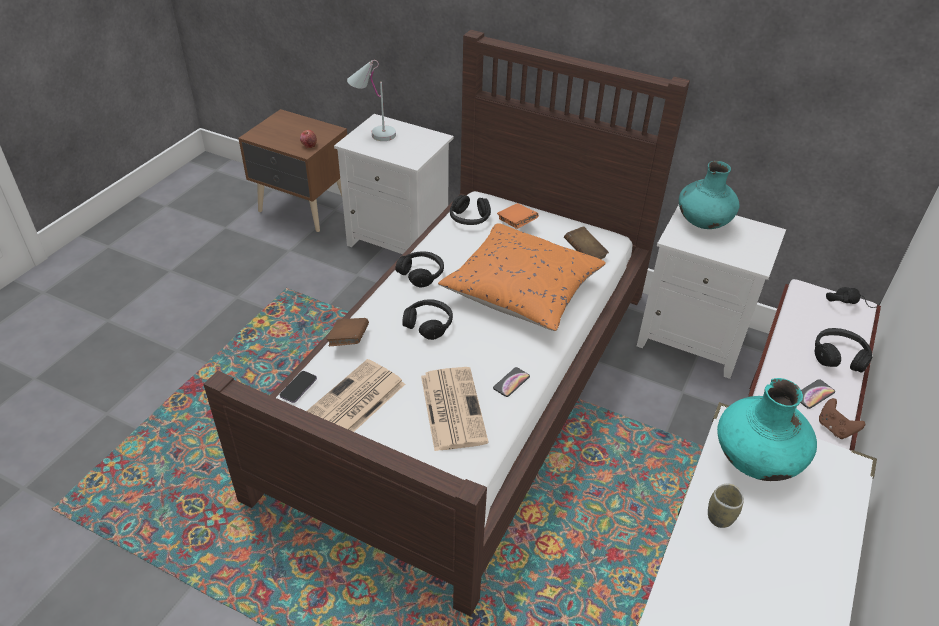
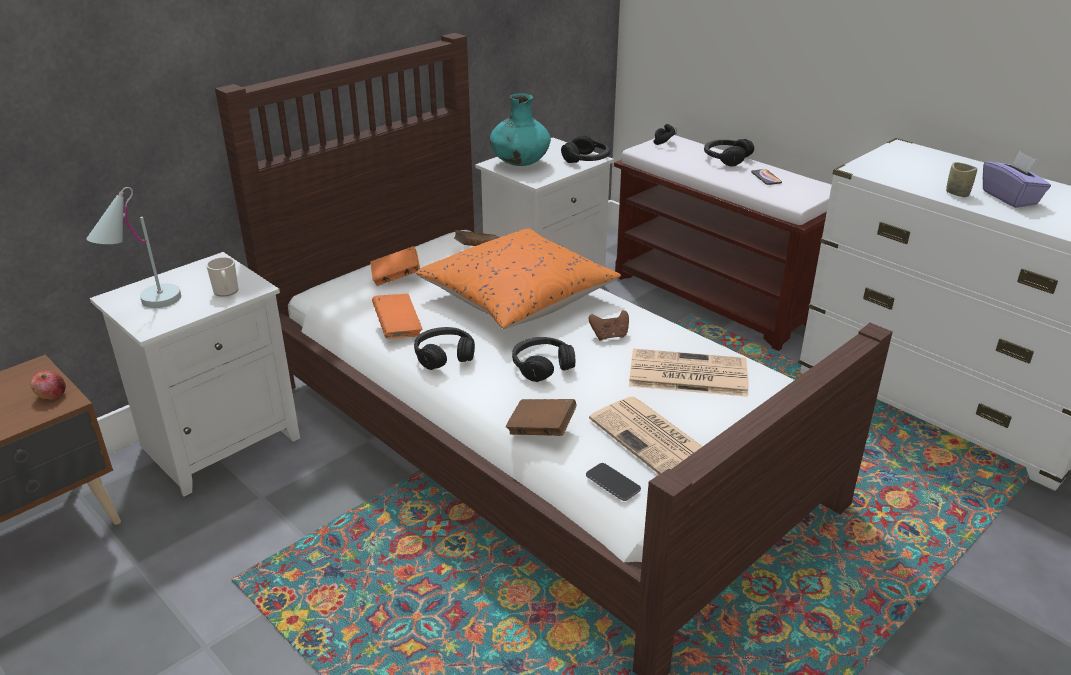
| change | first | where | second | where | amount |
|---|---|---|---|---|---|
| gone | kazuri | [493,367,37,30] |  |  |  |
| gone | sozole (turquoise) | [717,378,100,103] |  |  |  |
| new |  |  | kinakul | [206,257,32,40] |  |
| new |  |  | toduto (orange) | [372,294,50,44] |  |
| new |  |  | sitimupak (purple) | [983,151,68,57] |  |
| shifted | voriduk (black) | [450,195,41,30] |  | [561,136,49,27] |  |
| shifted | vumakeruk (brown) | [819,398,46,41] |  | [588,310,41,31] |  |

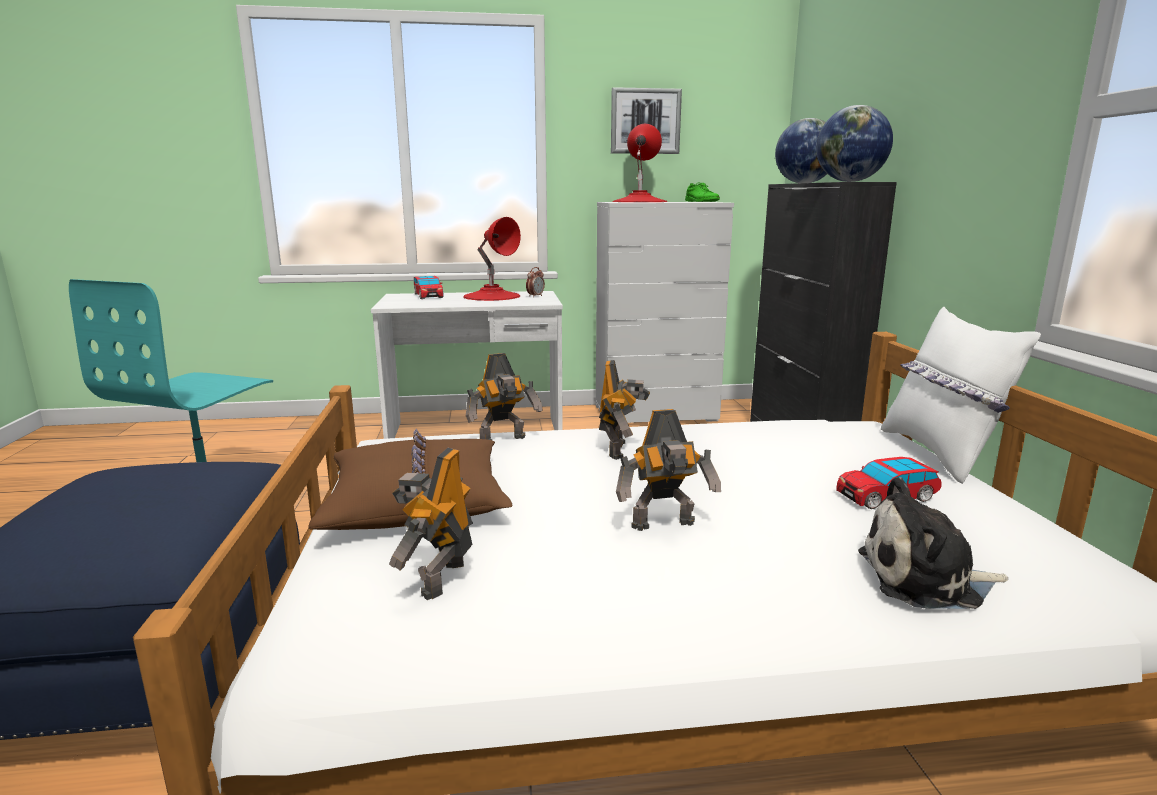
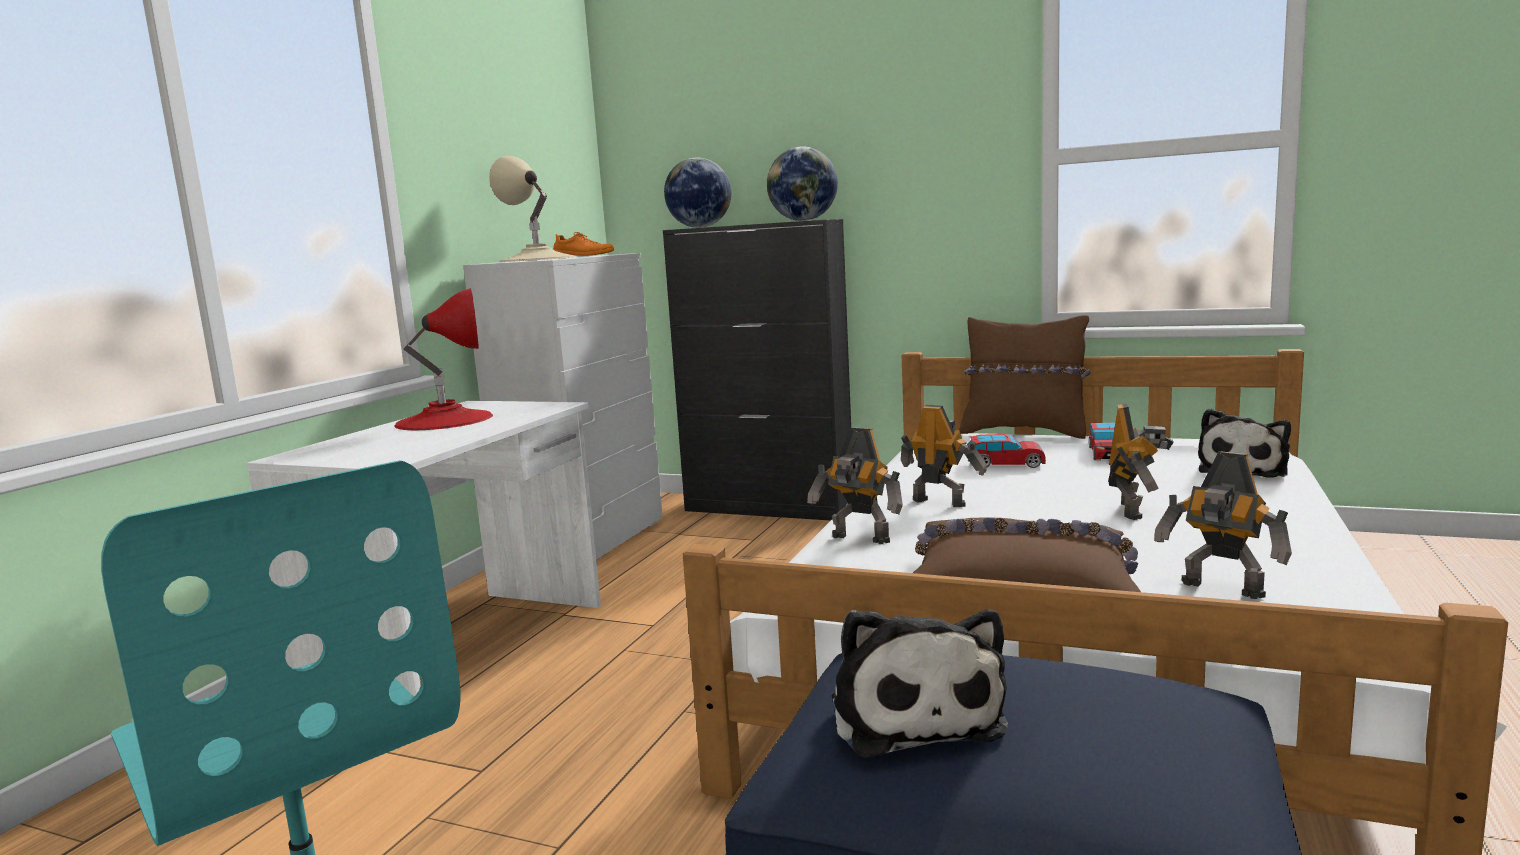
| change | first | where | second | where | amount |
|---|---|---|---|---|---|
| gone | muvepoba | [526,267,19,30] |  |  |  |
| gone | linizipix | [611,87,71,67] |  |  |  |
| new |  |  | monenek | [831,609,177,149] |  |
| shifted | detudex | [414,276,29,23] |  | [967,434,79,34] |  |
| repainted | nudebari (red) | [613,124,54,78] | nudebari (beige) | [489,156,87,106] |  |
| repainted | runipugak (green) | [685,183,35,19] | runipugak (orange) | [553,232,61,24] |  |
| repainted | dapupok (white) | [881,307,160,177] | dapupok (brown) | [959,315,131,124] |  |
| rotated | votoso | [466,353,77,87] |  | [807,427,96,117] | 120 degrees clockwise |

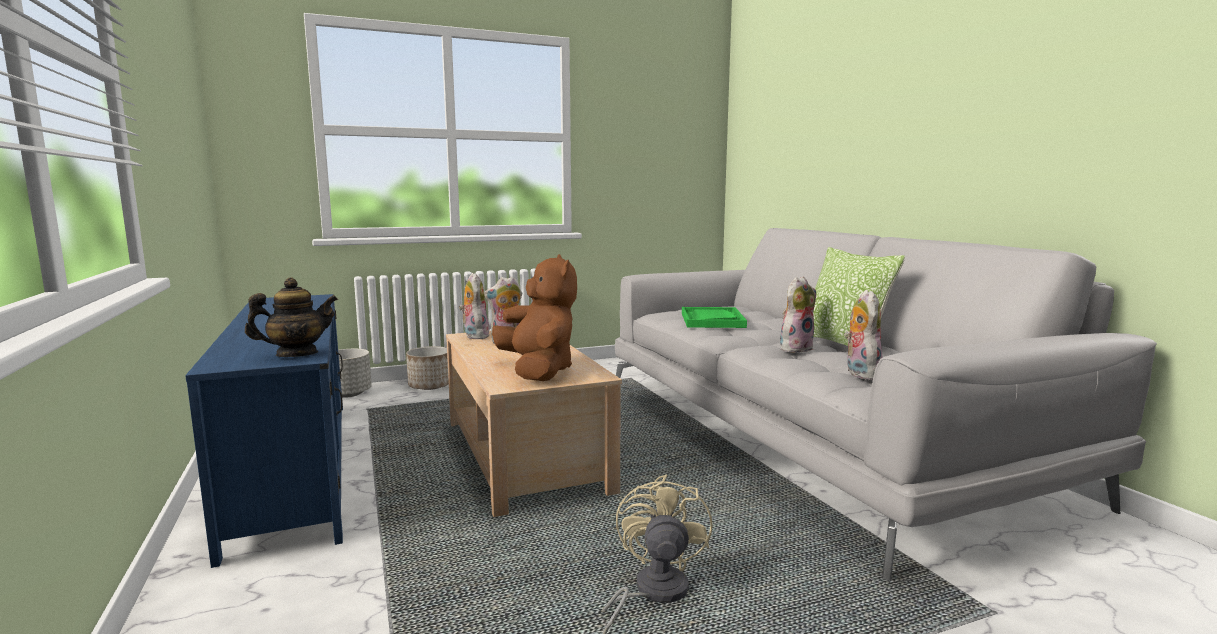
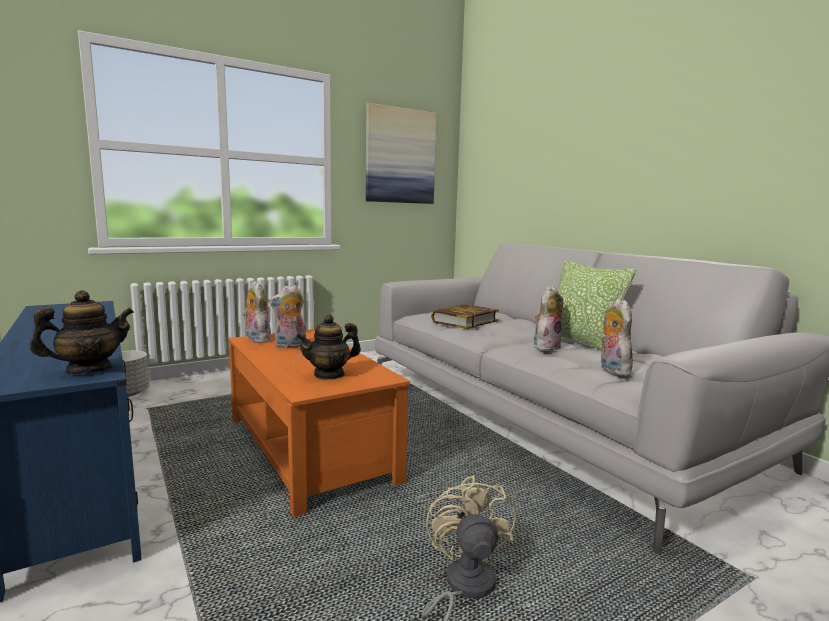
| change | first | where | second | where | amount |
|---|---|---|---|---|---|
| gone | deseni | [406,346,43,44] |  |  |  |
| new |  |  | linizipix | [366,103,71,101] |  |
| swapped | monenek (brown) | [492,254,85,127] | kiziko | [296,315,65,65] |  |
| swapped | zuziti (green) | [682,307,65,21] | toduto | [431,304,68,25] |  |
| repainted | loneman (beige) | [446,331,176,186] | loneman (orange) | [228,329,182,188] |  |

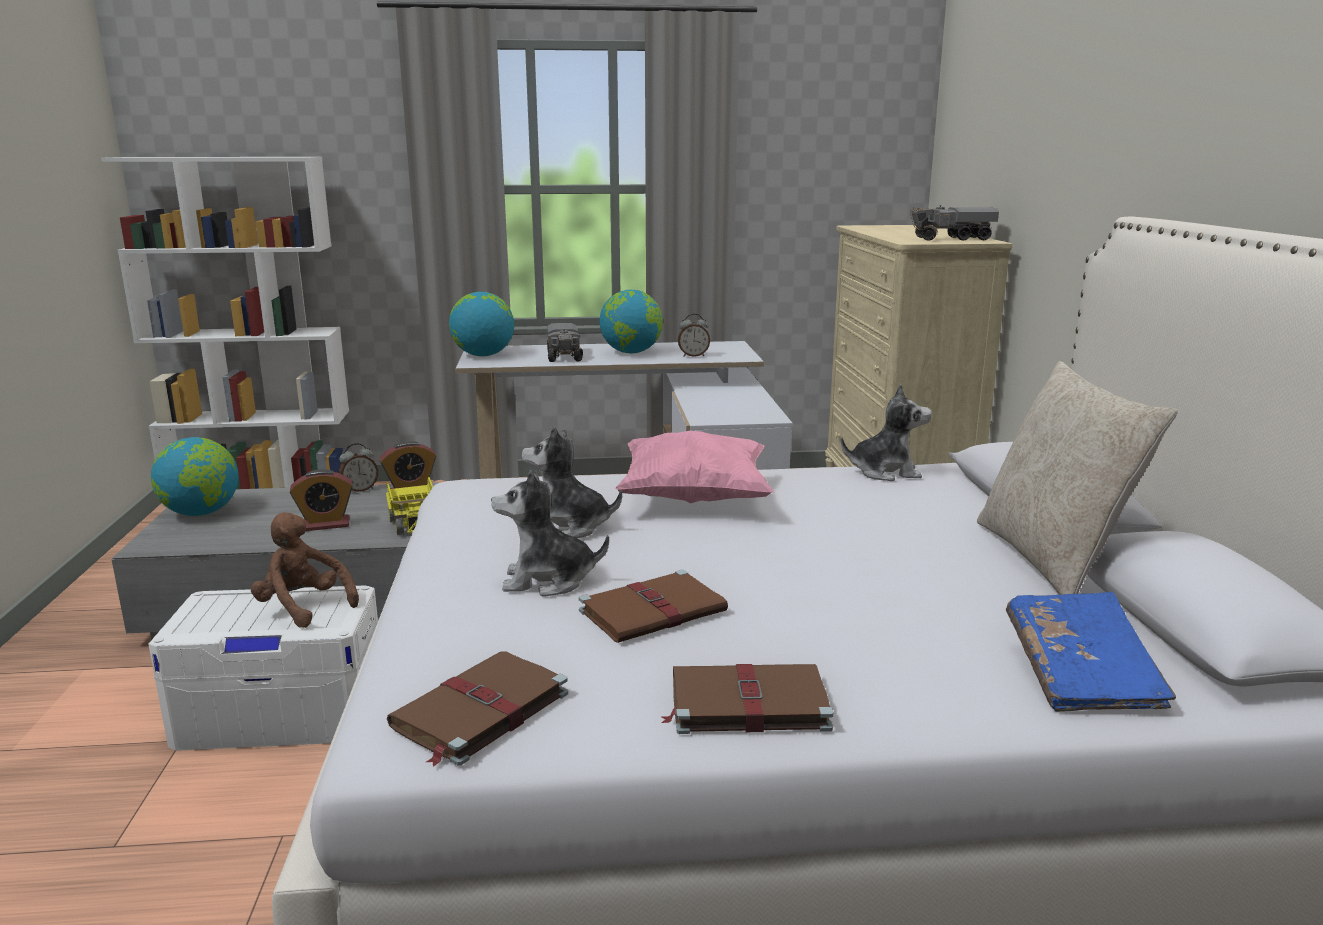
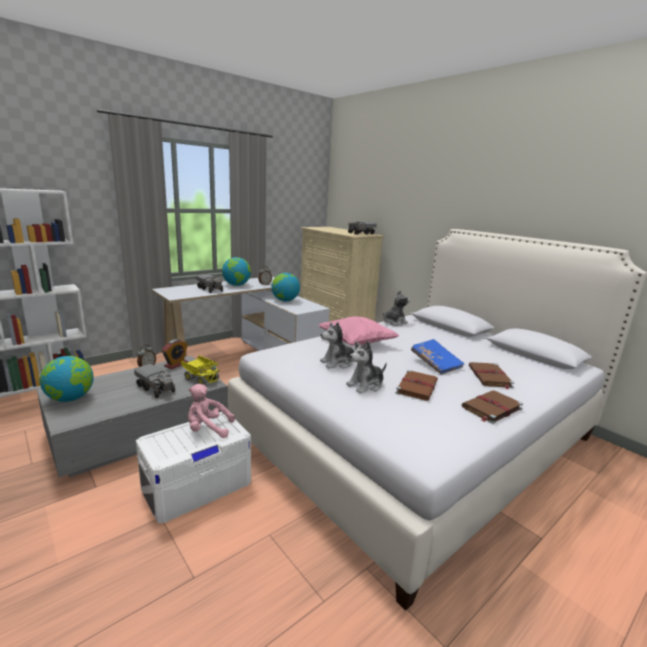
| change | first | where | second | where | amount |
|---|---|---|---|---|---|
| gone | dapupok (beige) | [977,361,201,234] |  |  |  |
| shifted | toduto (brown) | [387,651,181,115] |  | [469,362,45,28] |  |
| shifted | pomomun | [449,292,65,64] |  | [271,273,29,28] |  |
| shifted | toduto (blue) | [1006,592,170,120] |  | [411,339,54,36] |  |
| swapped | muvepoba | [290,469,63,62] | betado | [134,364,41,34] |  |
| repainted | monenek (brown) | [251,512,108,116] | monenek (pink) | [188,384,47,54] |  |

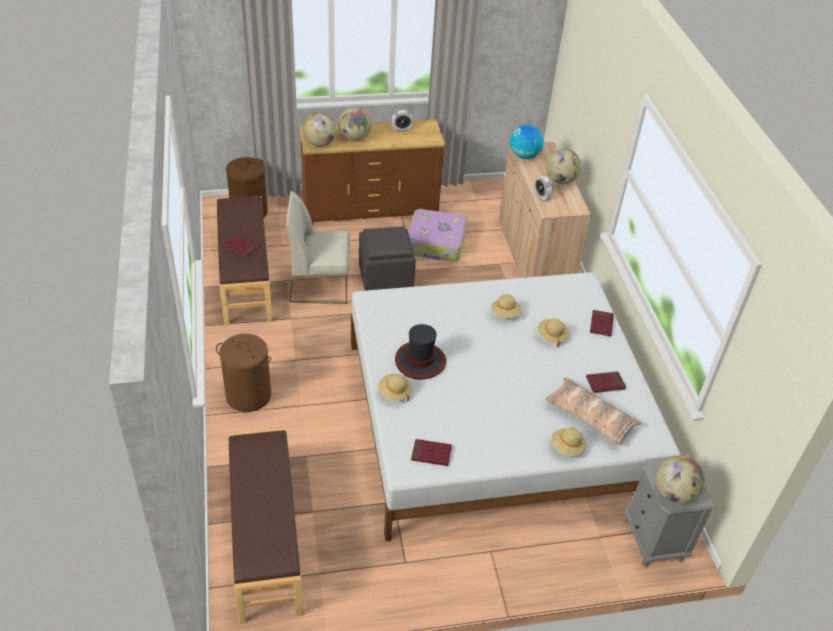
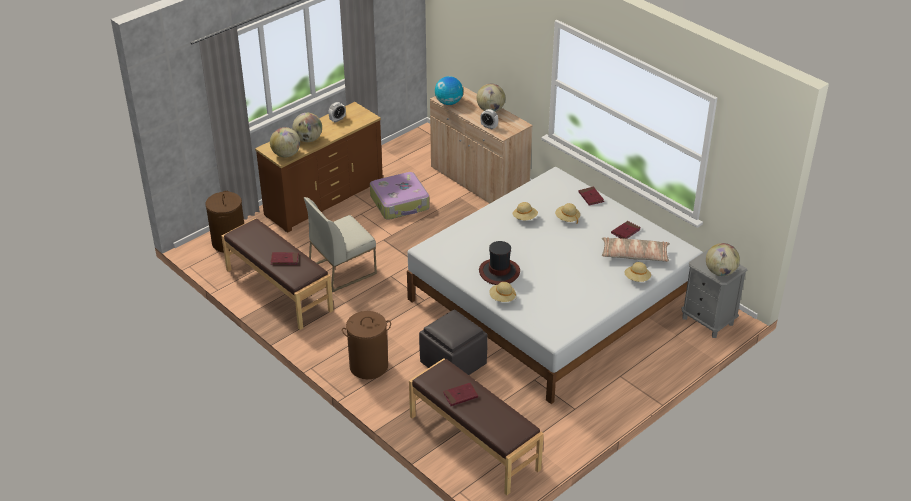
| change | first | where | second | where | amount |
|---|---|---|---|---|---|
| shifted | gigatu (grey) | [359,226,57,65] |  | [419,309,69,66] |  |
| shifted | toduto (red) | [411,439,41,27] |  | [443,382,35,24] |  |

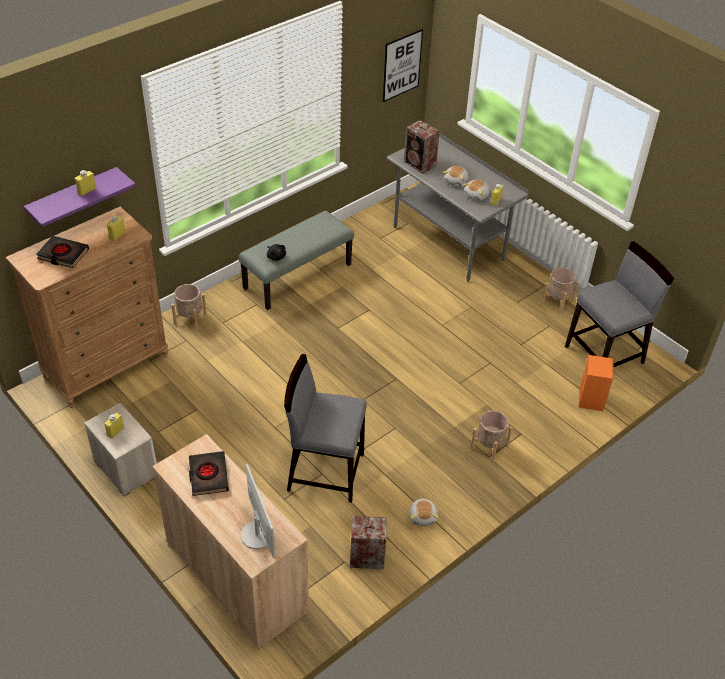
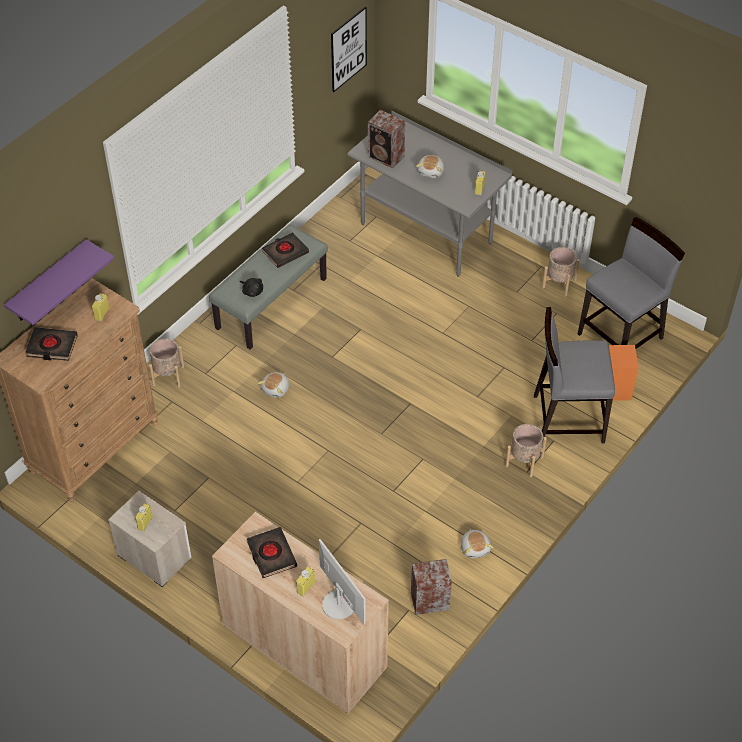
| change | first | where | second | where | amount |
|---|---|---|---|---|---|
| new |  |  | toduto (black) | [262,232,47,36] |  |
| shifted | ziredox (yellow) | [75,170,21,26] |  | [296,567,19,30] |  |
| shifted | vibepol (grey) | [284,354,83,149] |  | [534,307,81,136] |  |
| shifted | monenek | [462,180,28,21] |  | [257,372,32,26] |  |

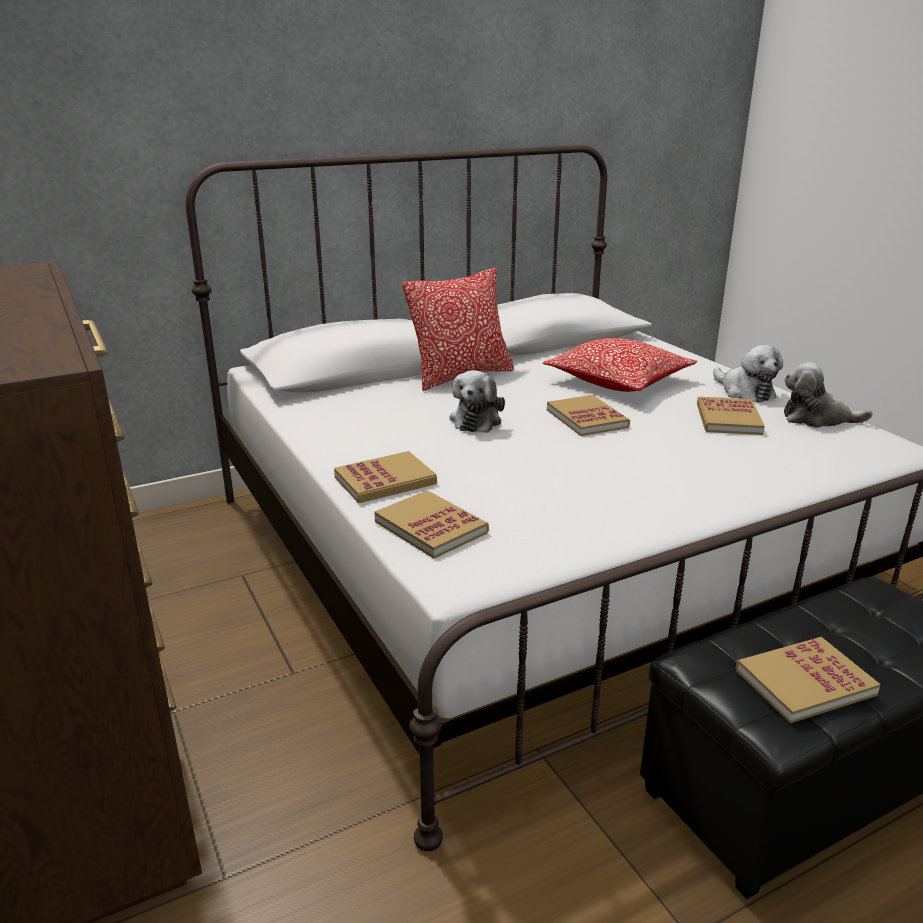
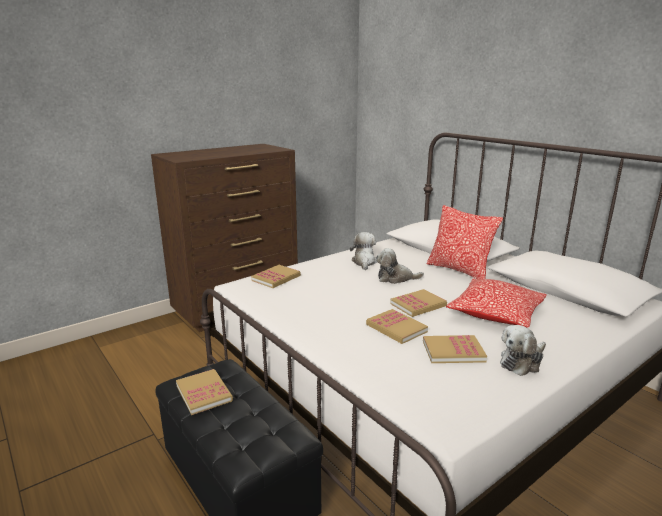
| change | first | where | second | where | amount |
|---|---|---|---|---|---|
| shifted | toduto | [334,451,103,52] |  | [366,309,62,35] |  |
| shifted | monenek | [784,362,89,66] |  | [350,232,27,38] |  |

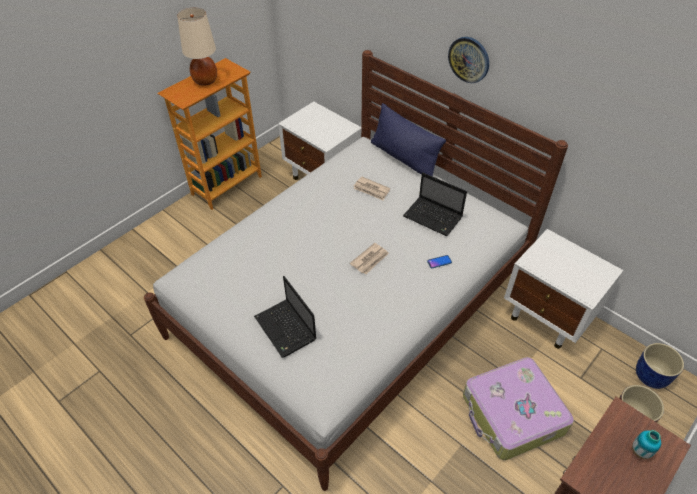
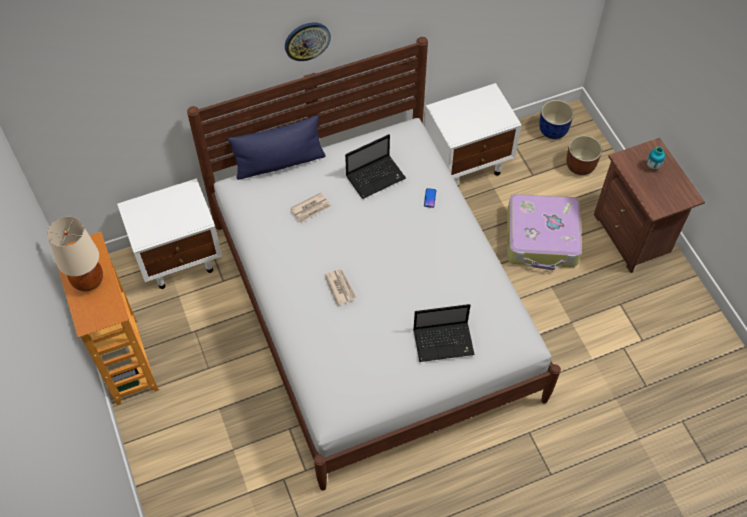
| change | first | where | second | where | amount |
|---|---|---|---|---|---|
| shifted | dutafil | [350,243,39,31] |  | [324,269,33,37] |  |

